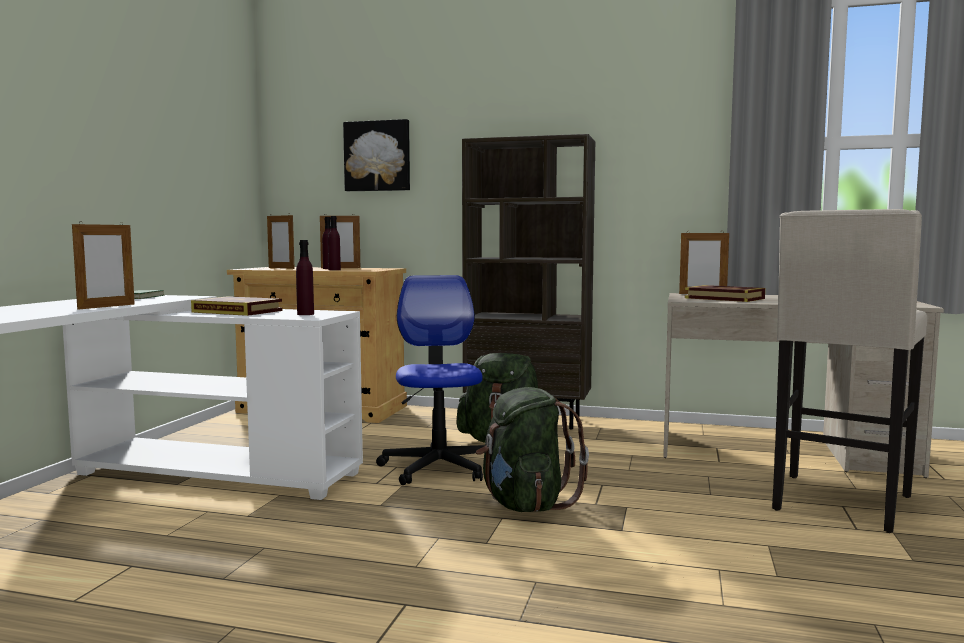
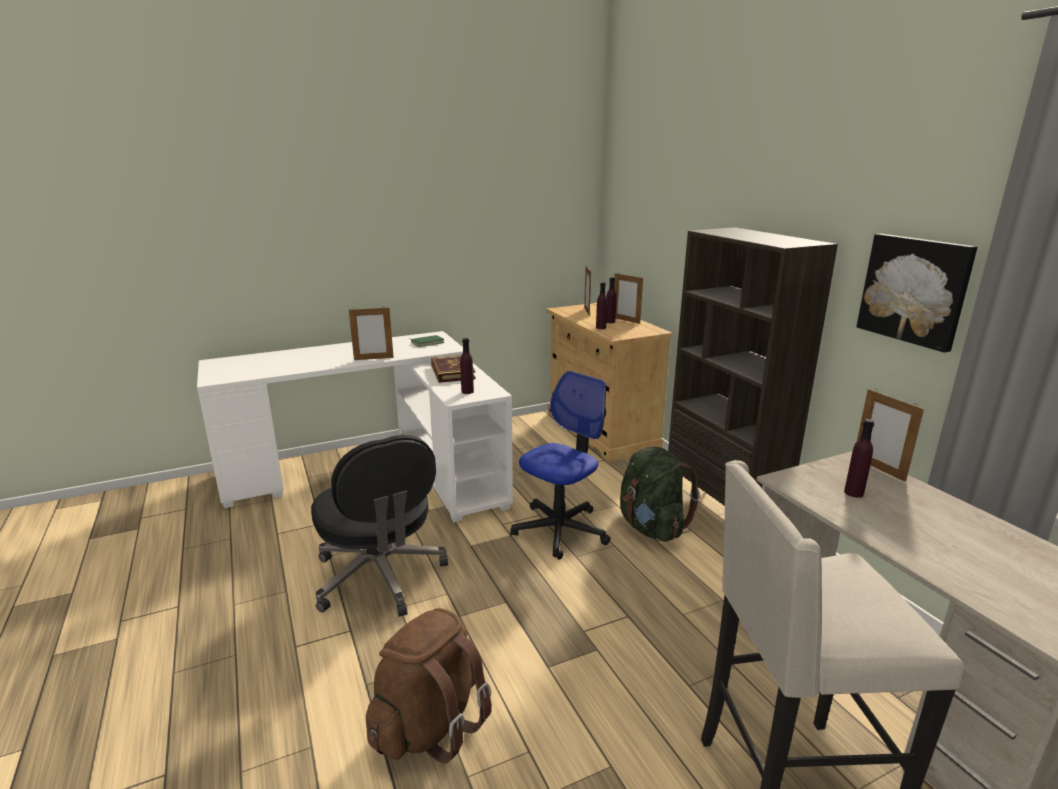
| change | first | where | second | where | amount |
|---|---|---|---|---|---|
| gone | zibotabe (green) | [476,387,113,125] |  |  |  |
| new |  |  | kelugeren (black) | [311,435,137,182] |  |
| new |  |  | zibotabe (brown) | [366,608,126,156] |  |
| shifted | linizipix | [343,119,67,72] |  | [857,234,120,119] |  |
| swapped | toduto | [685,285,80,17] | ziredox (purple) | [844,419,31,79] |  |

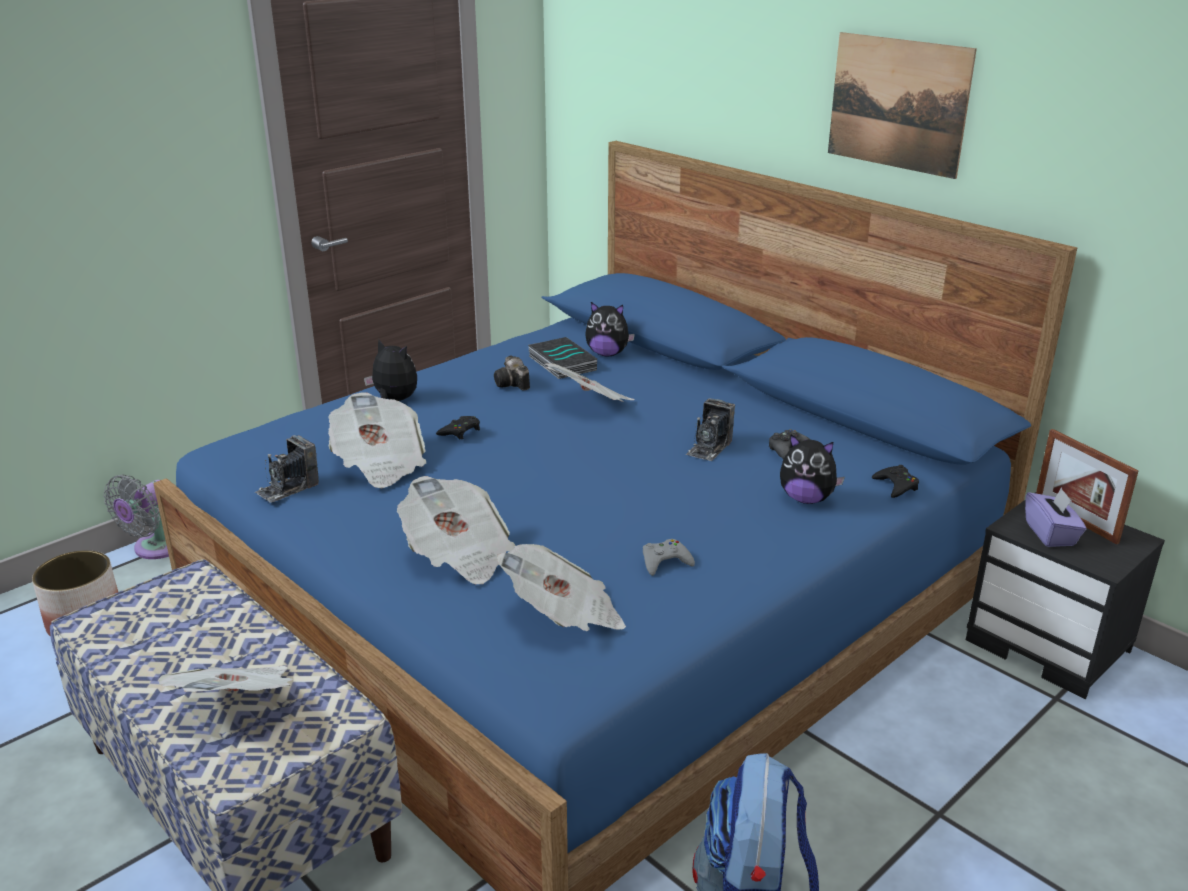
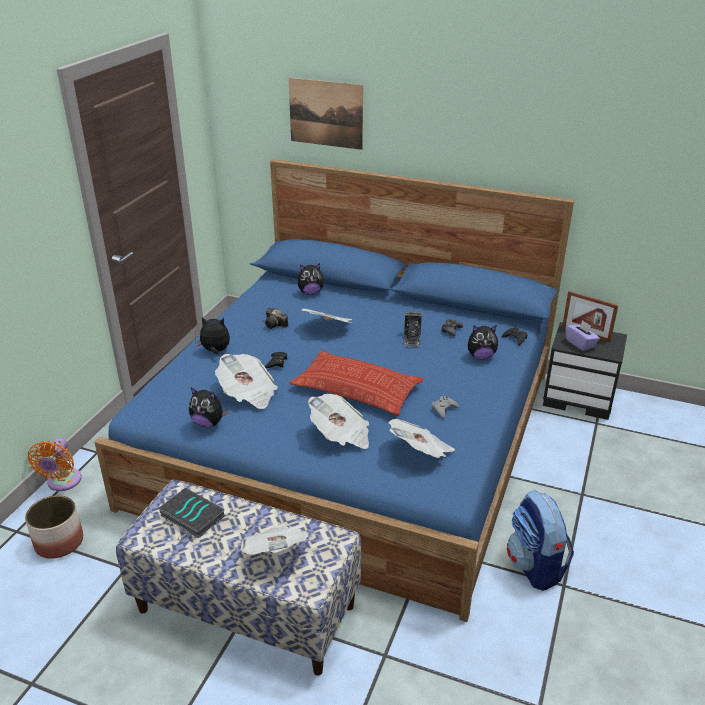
| change | first | where | second | where | amount |
|---|---|---|---|---|---|
| new |  |  | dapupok | [290,350,134,66] |  |
| shifted | toduto | [528,337,69,42] |  | [159,488,65,51] |  |
| shifted | linizipix | [828,32,149,147] |  | [288,78,75,72] |  |
| swapped | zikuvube | [254,435,65,68] | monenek | [189,388,40,39] |  |
| repainted | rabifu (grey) | [103,475,66,84] | rabifu (orange) | [27,438,55,53] |  |

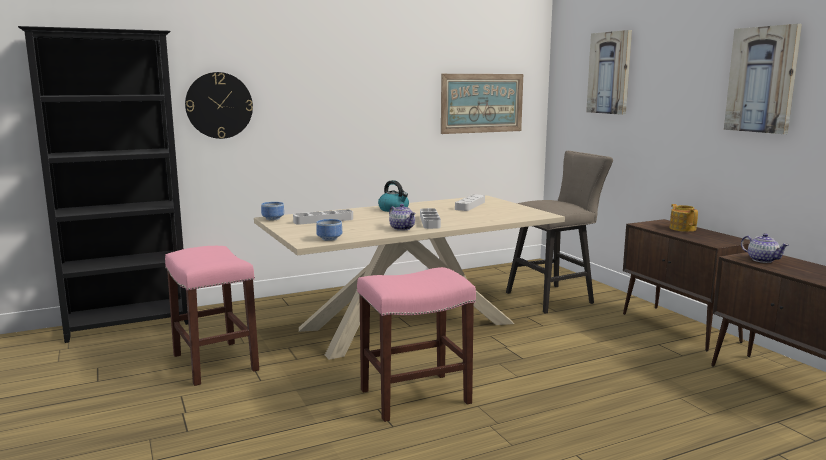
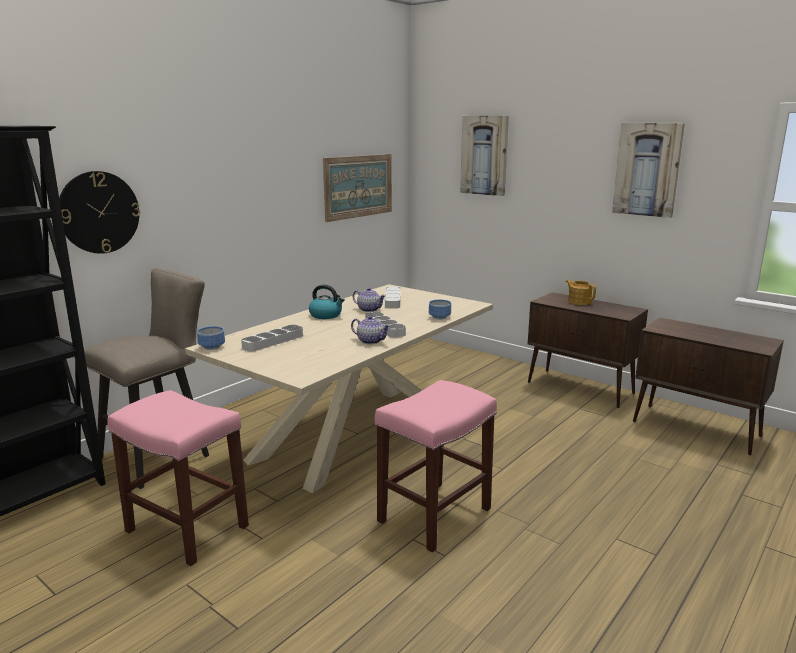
| change | first | where | second | where | amount |
|---|---|---|---|---|---|
| shifted | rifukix | [316,219,26,22] |  | [429,300,22,20] |  |
| shifted | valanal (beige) | [506,151,107,163] |  | [84,268,125,221] |  |
| shifted | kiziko | [741,233,48,30] |  | [353,288,33,24] |  |

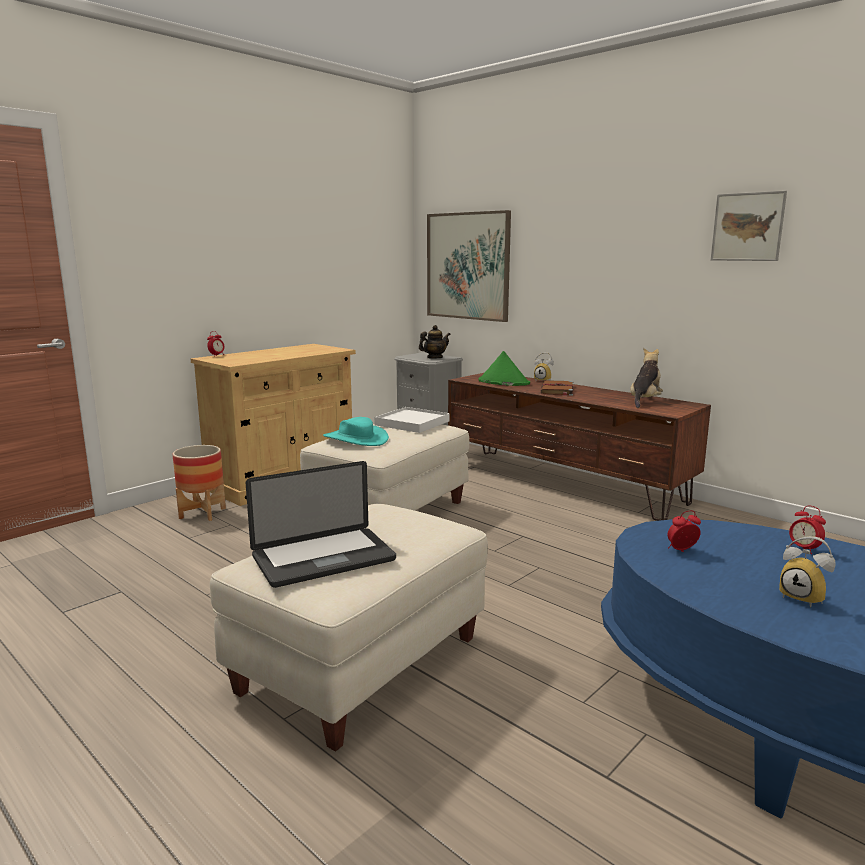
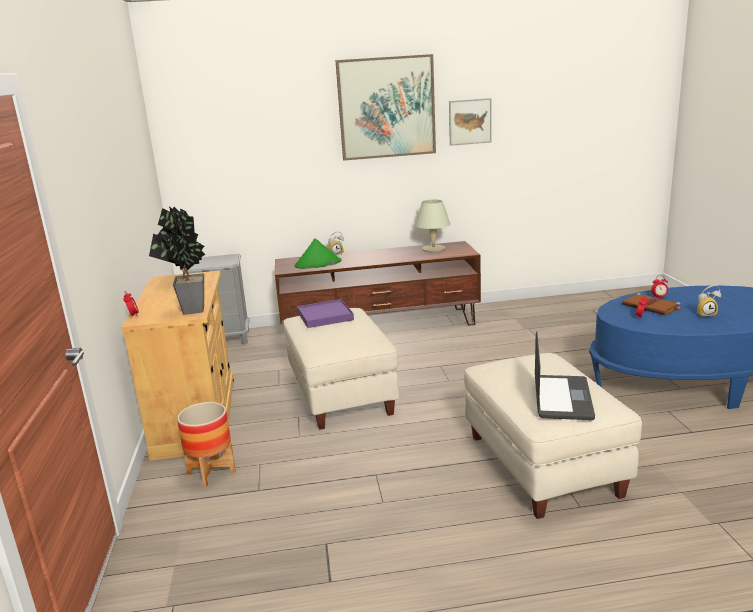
| change | first | where | second | where | amount |
|---|---|---|---|---|---|
| gone | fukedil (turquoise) | [323,417,66,29] |  |  |  |
| gone | kiziko | [419,325,32,33] |  |  |  |
| new |  |  | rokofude | [149,206,56,109] |  |
| shifted | linizipix | [427,210,84,112] |  | [335,54,101,107] |  |
| shifted | toduto (brown) | [541,380,32,16] |  | [622,293,59,22] |  |
| swapped | monenek | [630,348,33,60] | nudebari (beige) | [415,200,36,52] |  |
| repainted | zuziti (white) | [374,407,76,26] | zuziti (purple) | [297,299,57,29] |  |

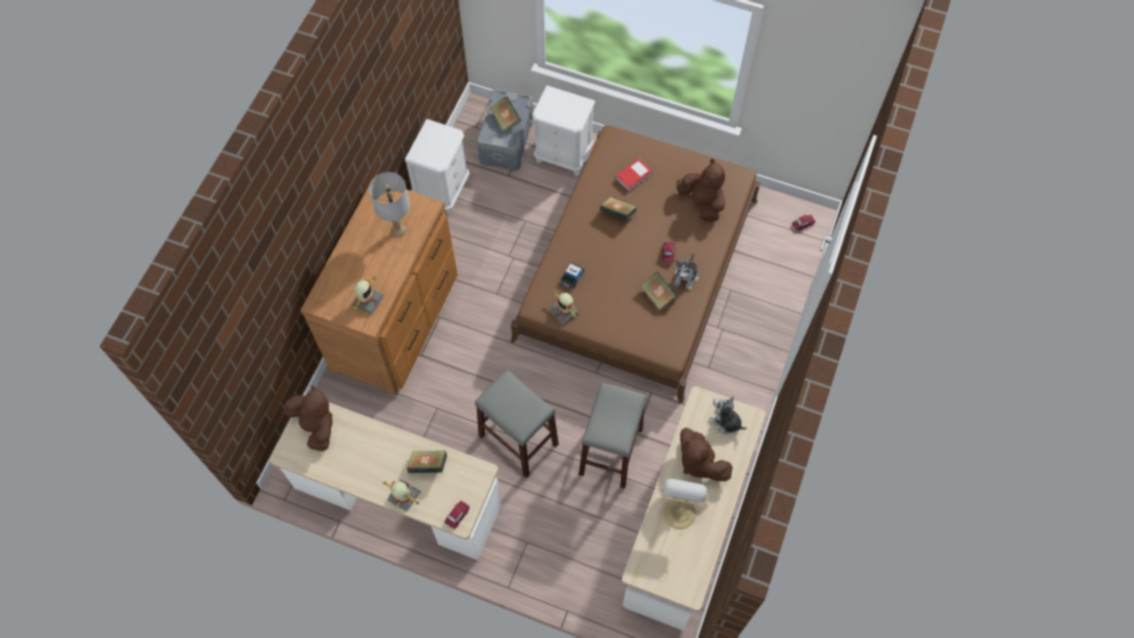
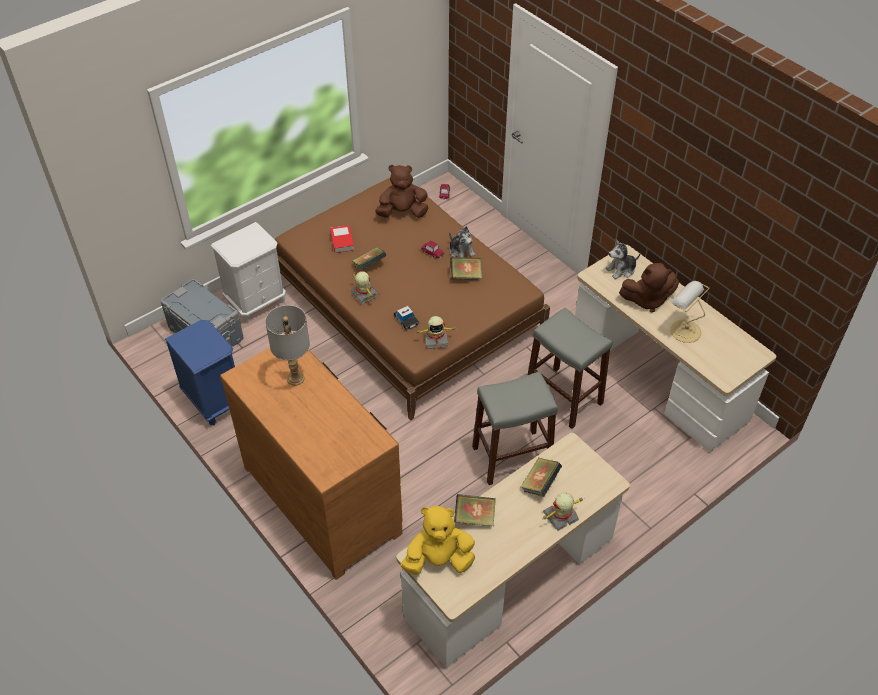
| change | first | where | second | where | amount |
|---|---|---|---|---|---|
| gone | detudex | [444,501,26,28] |  |  |  |
| shifted | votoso | [352,276,32,38] |  | [351,271,28,33] |  |
| shifted | toduto | [490,96,31,36] |  | [454,494,42,32] |  |
| repainted | monenek (brown) | [283,385,50,66] | monenek (yellow) | [401,506,74,69] |  |
| repainted | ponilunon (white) | [405,119,65,95] | ponilunon (blue) | [165,320,70,105] |  |

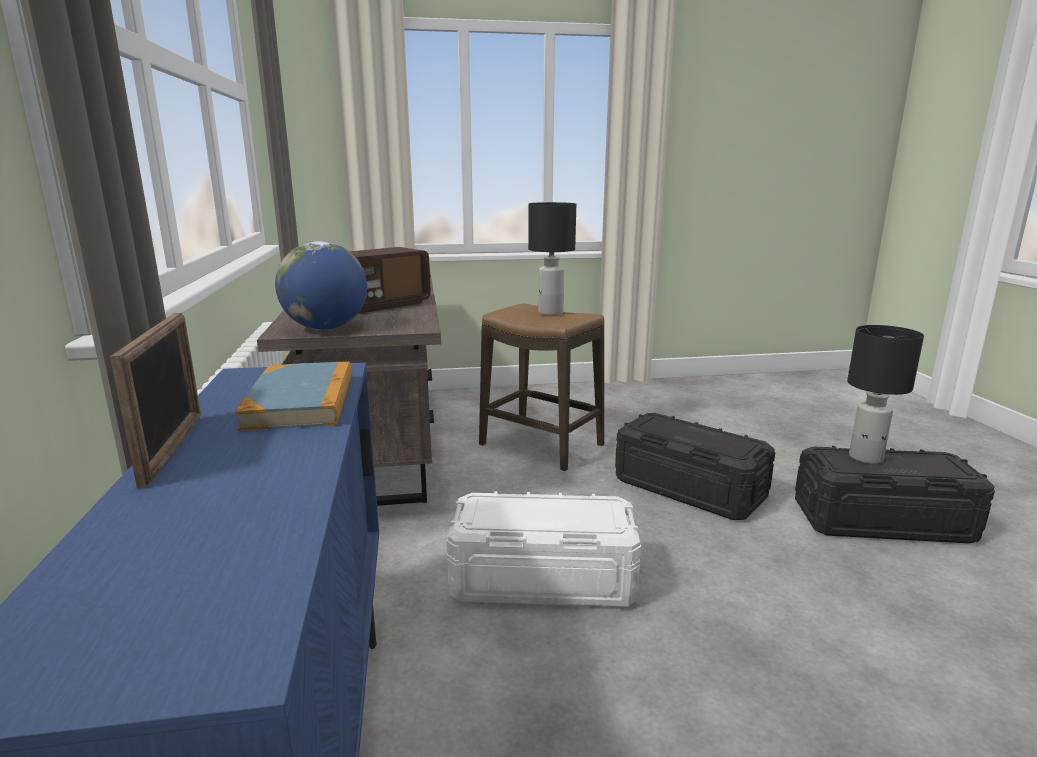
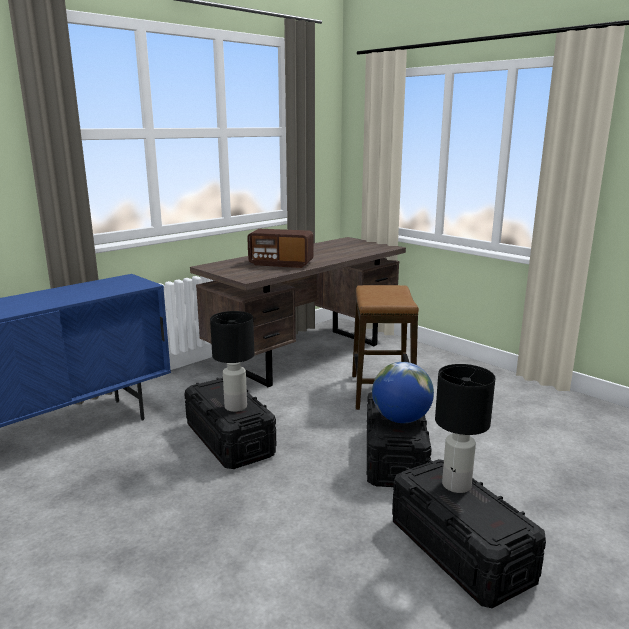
| change | first | where | second | where | amount |
|---|---|---|---|---|---|
| gone | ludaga | [110,312,91,177] |  |  |  |
| gone | toduto | [235,361,117,70] |  |  |  |
| shifted | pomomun | [275,241,92,89] |  | [372,362,62,61] |  |
| shifted | nudebari (black) | [528,202,48,113] |  | [210,311,44,101] |  |
| repainted | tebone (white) | [446,491,195,116] | tebone (black) | [184,378,92,91] |  |

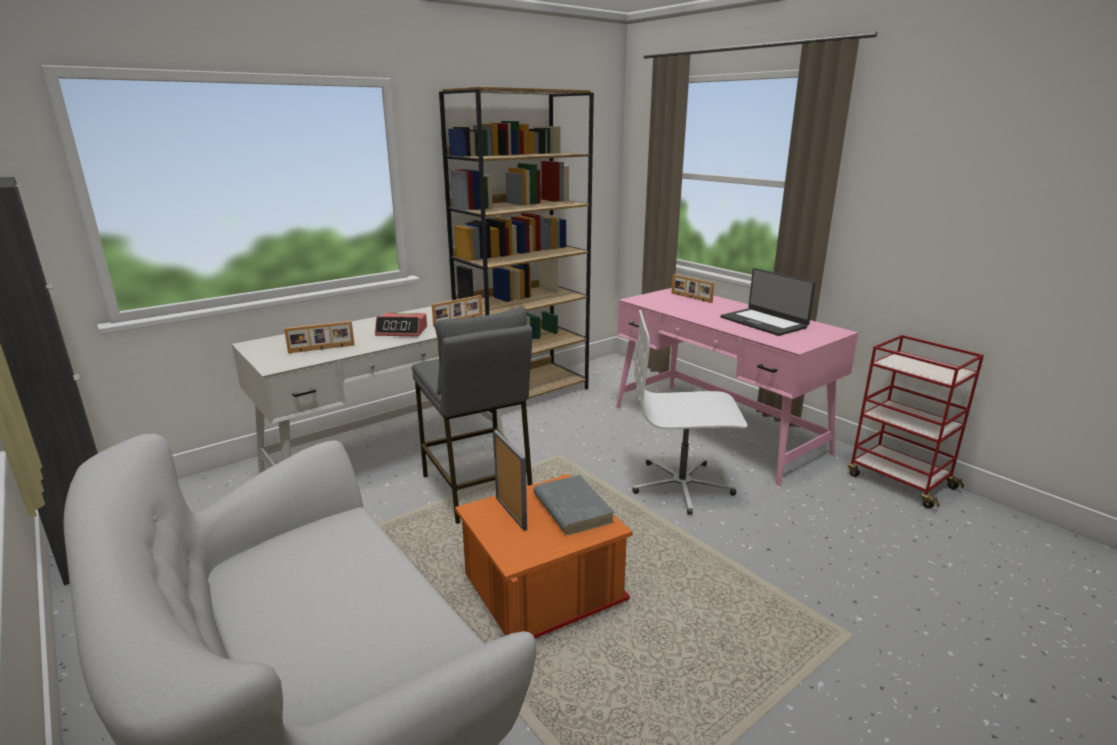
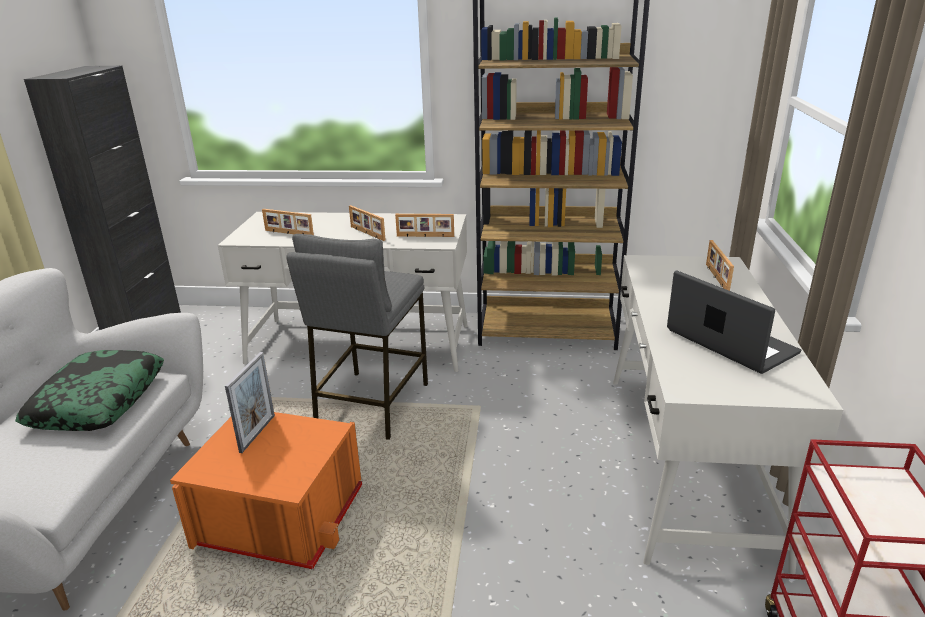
| change | first | where | second | where | amount |
|---|---|---|---|---|---|
| gone | toduto (grey) | [533,475,81,60] |  |  |  |
| gone | kelugeren (white) | [632,310,116,205] |  |  |  |
| new |  |  | dapupok | [15,350,149,81] |  |
| swapped | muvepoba | [375,312,52,25] | ludaga | [349,205,36,36] |  |
| repainted | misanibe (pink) | [616,288,243,198] | misanibe (white) | [613,255,230,319] |  |
| rotated | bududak | [720,268,96,68] |  | [667,270,134,104] | 135 degrees clockwise |

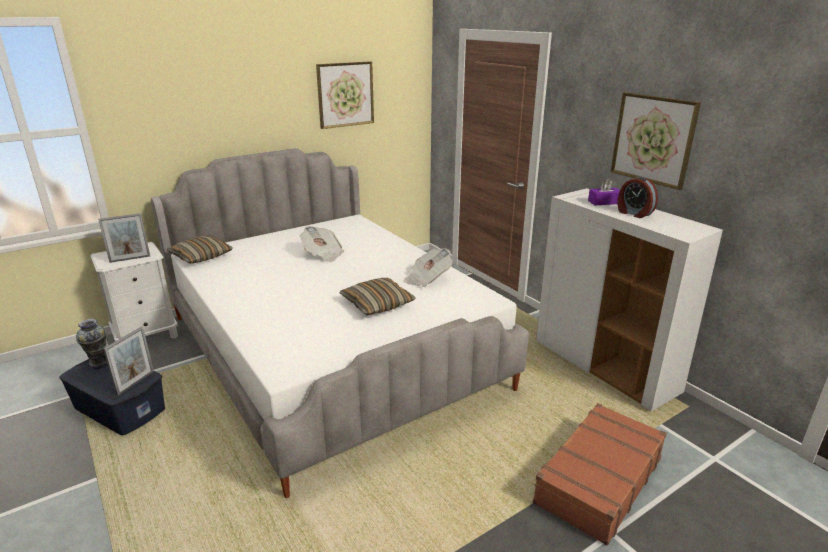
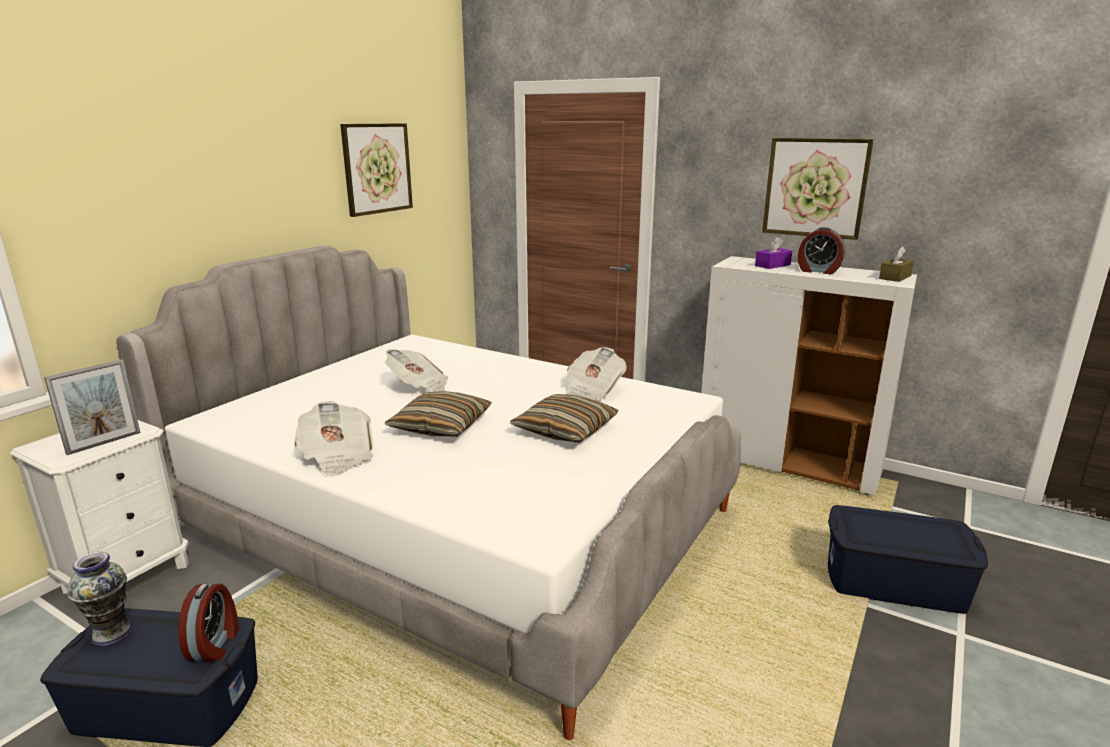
| change | first | where | second | where | amount |
|---|---|---|---|---|---|
| new |  |  | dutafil | [294,401,80,76] |  |
| new |  |  | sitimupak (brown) | [879,246,35,36] |  |
| shifted | dapupok | [167,236,66,28] |  | [384,391,108,46] |  |
| swapped | ludaga | [103,326,51,70] | muvepoba | [178,584,61,77] |  |
| swapped | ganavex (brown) | [533,403,134,143] | tebone (blue) | [828,505,160,109] |  |

